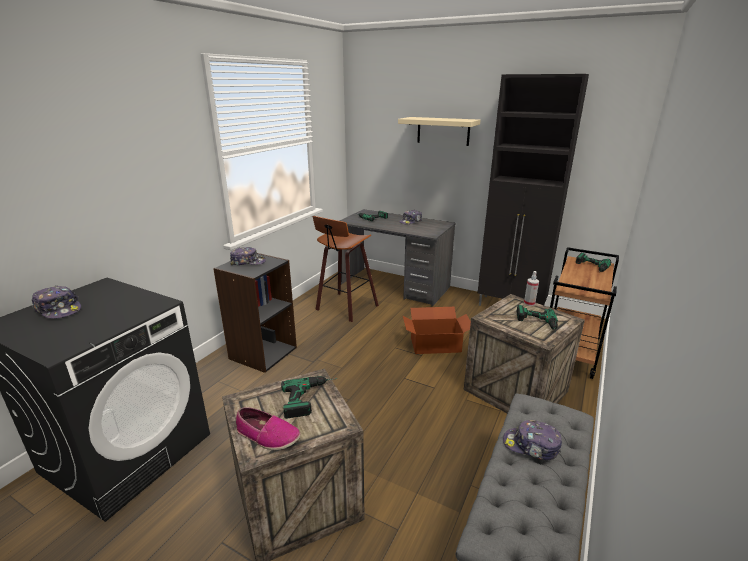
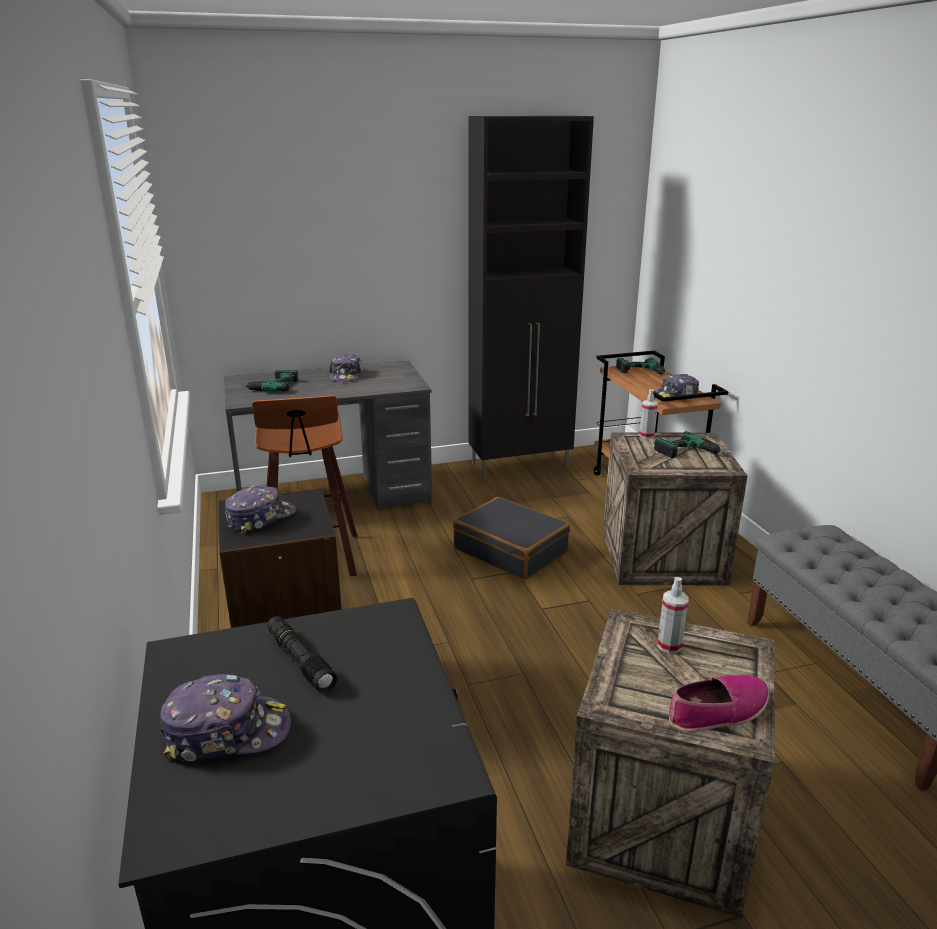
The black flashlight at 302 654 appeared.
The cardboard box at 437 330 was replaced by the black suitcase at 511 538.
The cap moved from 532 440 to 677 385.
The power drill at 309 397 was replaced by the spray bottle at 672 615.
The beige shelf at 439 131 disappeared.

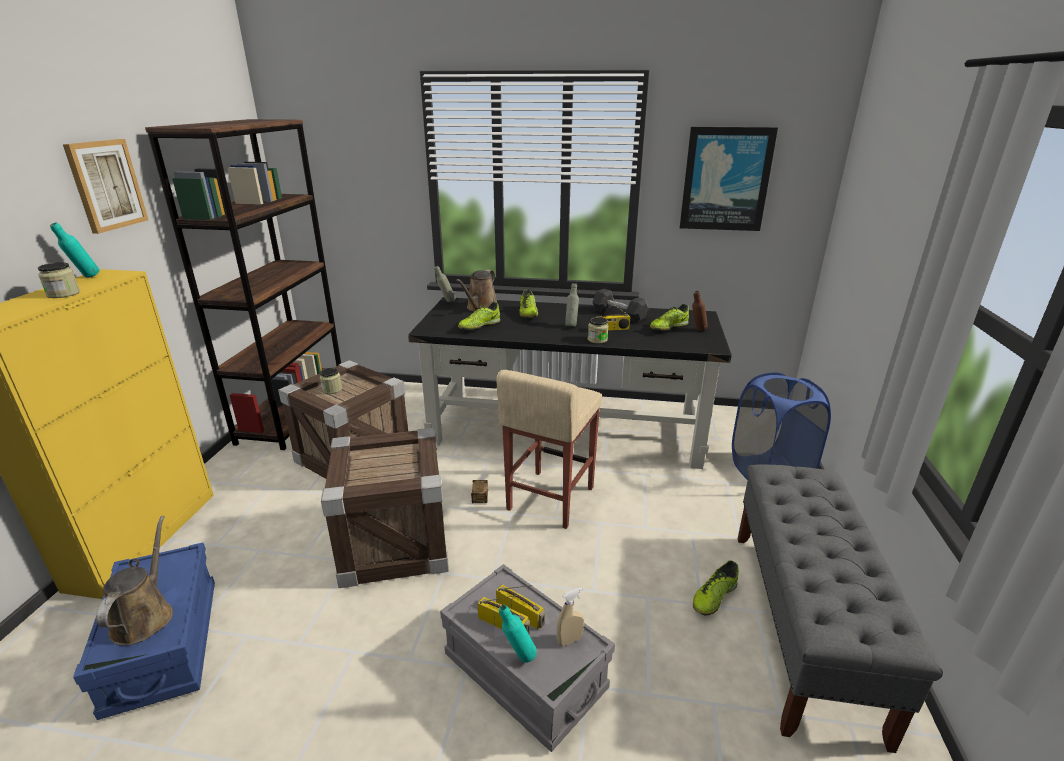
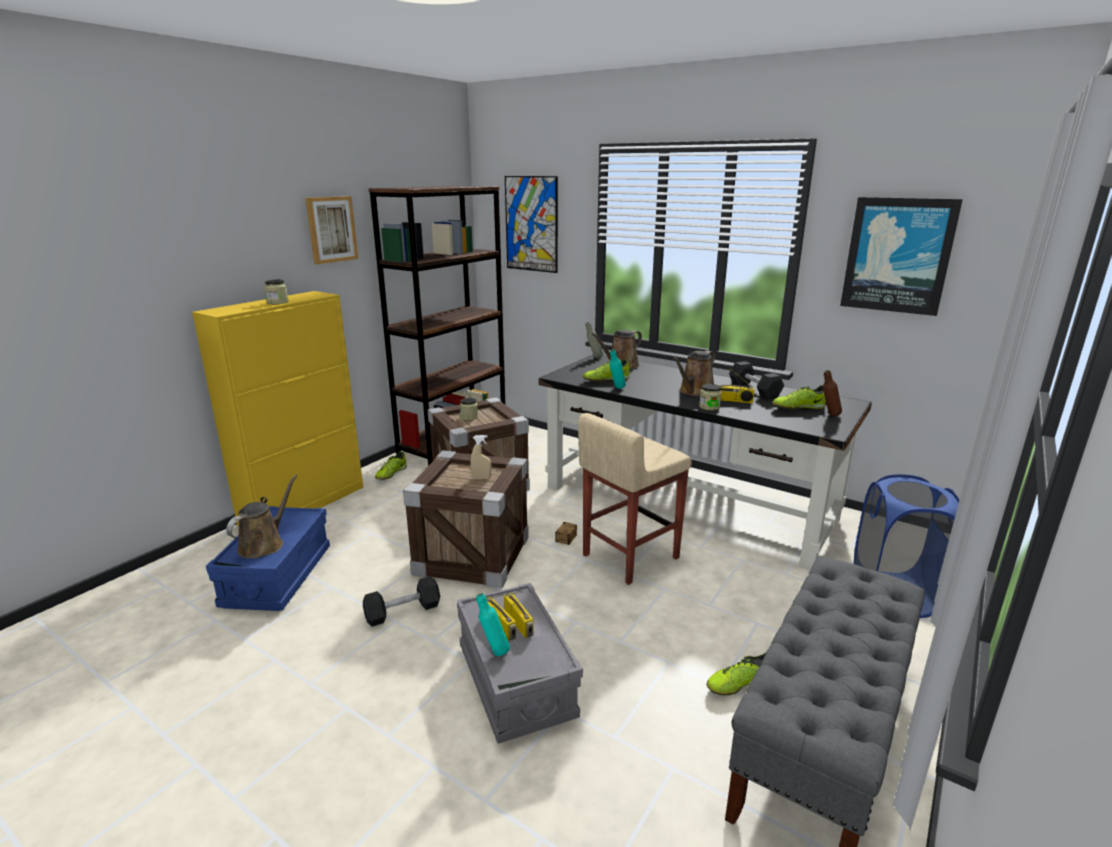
The black dumbbell at 401 601 appeared.
The shoe moved from 528 303 to 391 465.
The beige spray bottle moved from 570 616 to 480 457.
The picture at 531 224 appeared.
The turquoise bottle moved from 74 250 to 618 369.
The grey bottle at 572 305 was replaced by the brown watering can at 693 373.

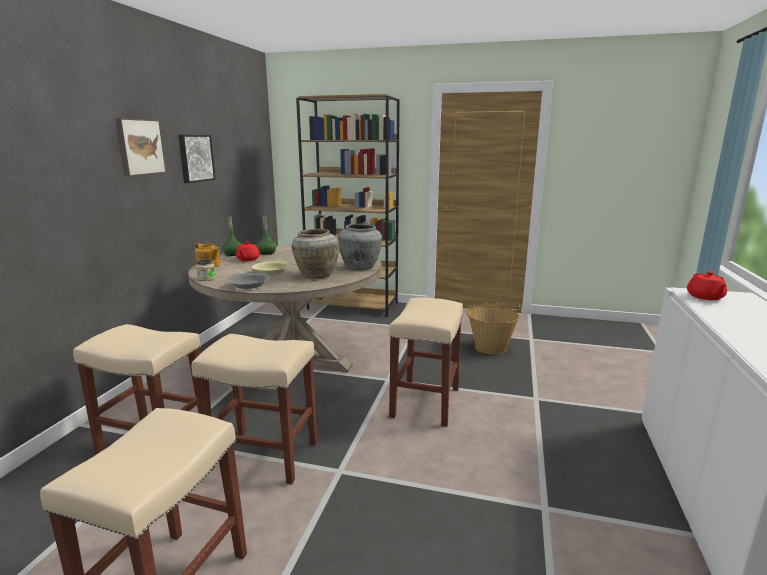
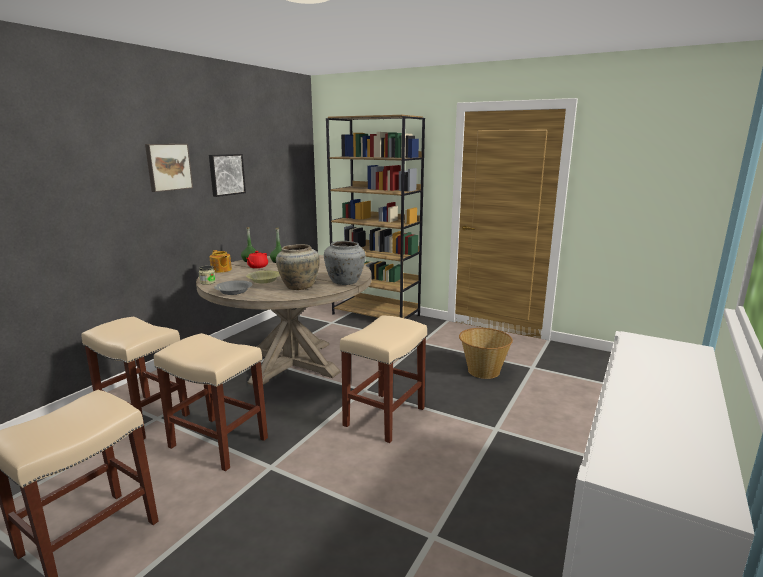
The red teapot at 707 285 disappeared.

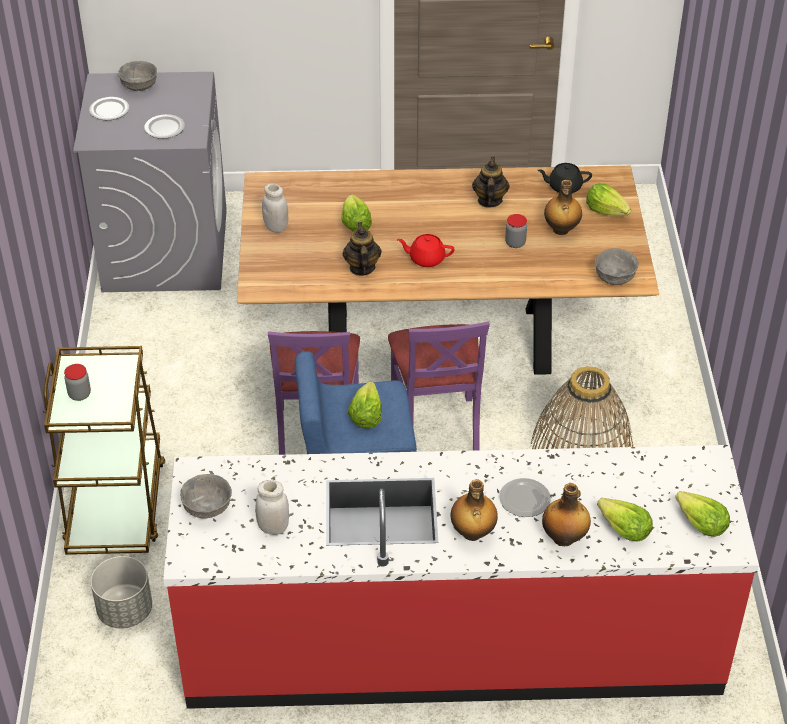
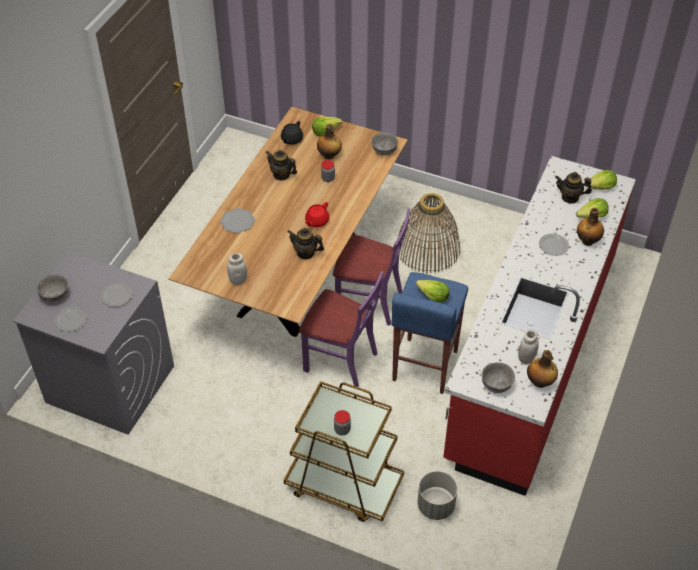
The plate at 237 220 appeared.
The bottle moved from 474 510 to 542 369.
The teapot at 573 188 appeared.
The lettuce at 356 213 disappeared.

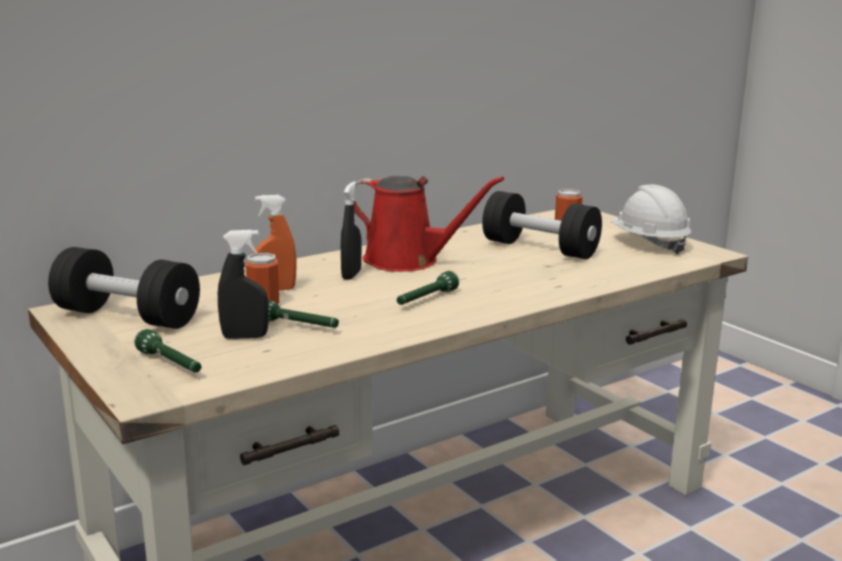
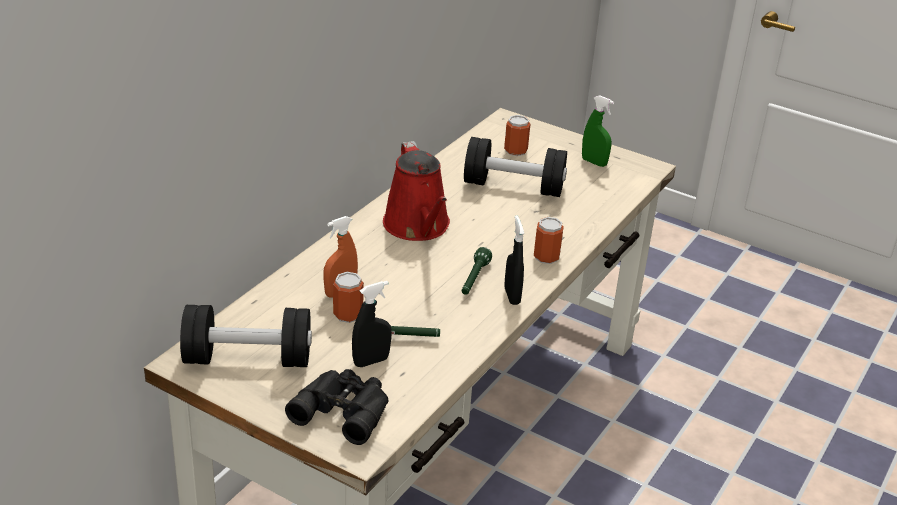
The green flashlight at 167 351 was replaced by the black binoculars at 336 407.
The red watering can at 429 224 turned 75 degrees clockwise.
The black spray bottle moved from 351 230 to 514 260.
The can at 549 240 appeared.
The white hard hat at 650 220 was replaced by the green spray bottle at 598 131.

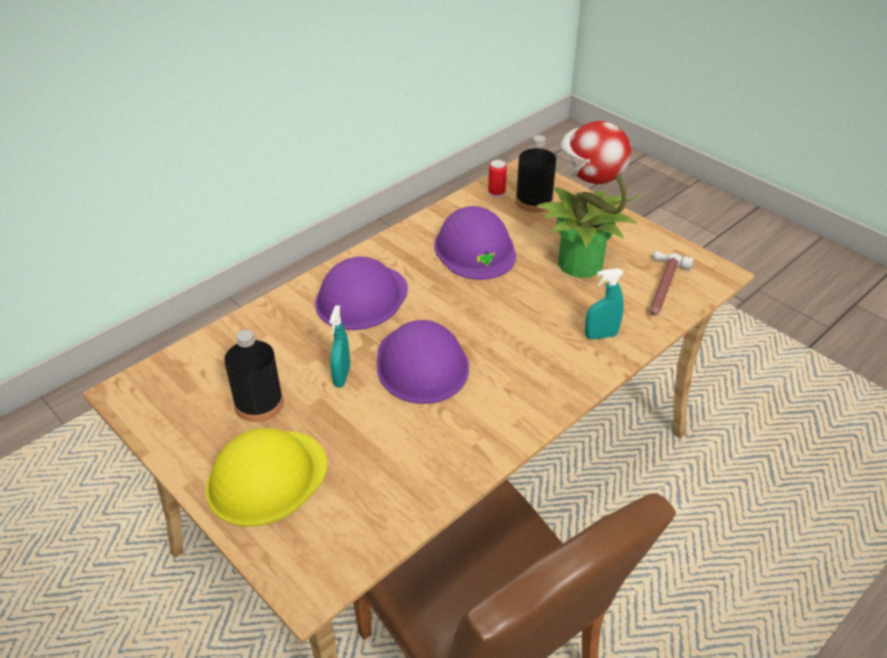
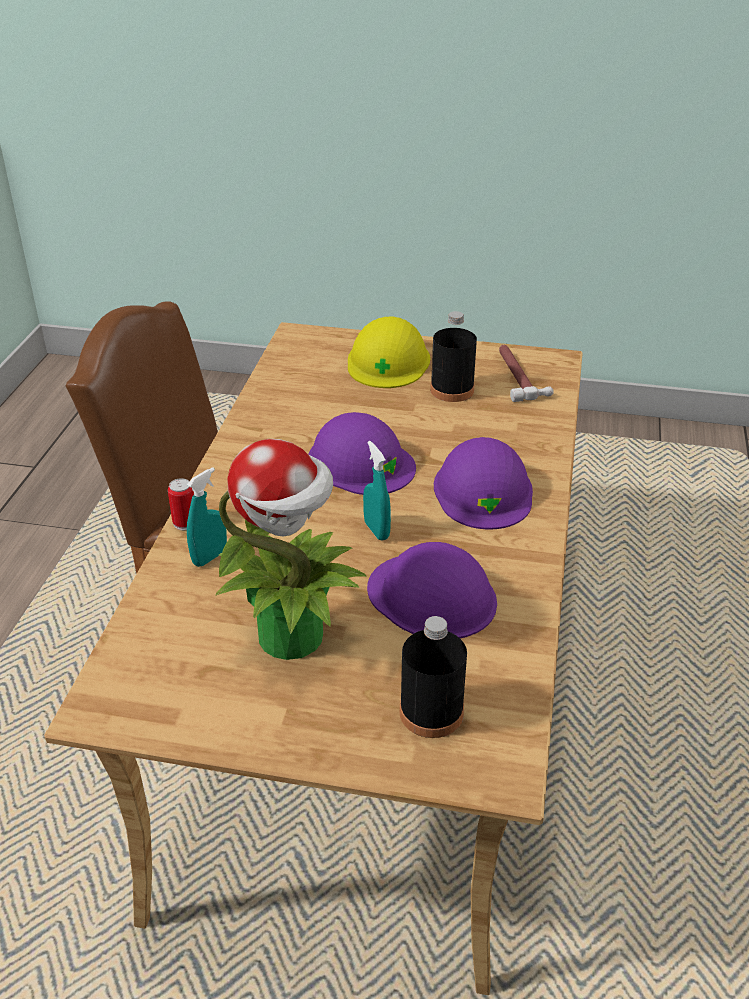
The can moved from 497 179 to 181 504.
The turquoise spray bottle moved from 339 346 to 377 491.
The hammer moved from 672 283 to 526 373.

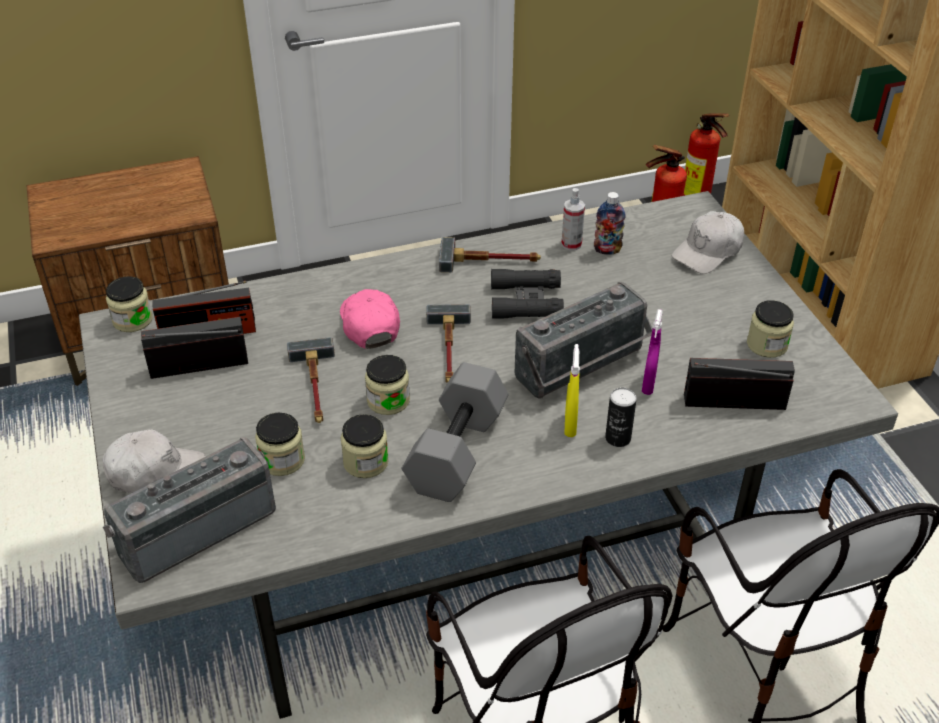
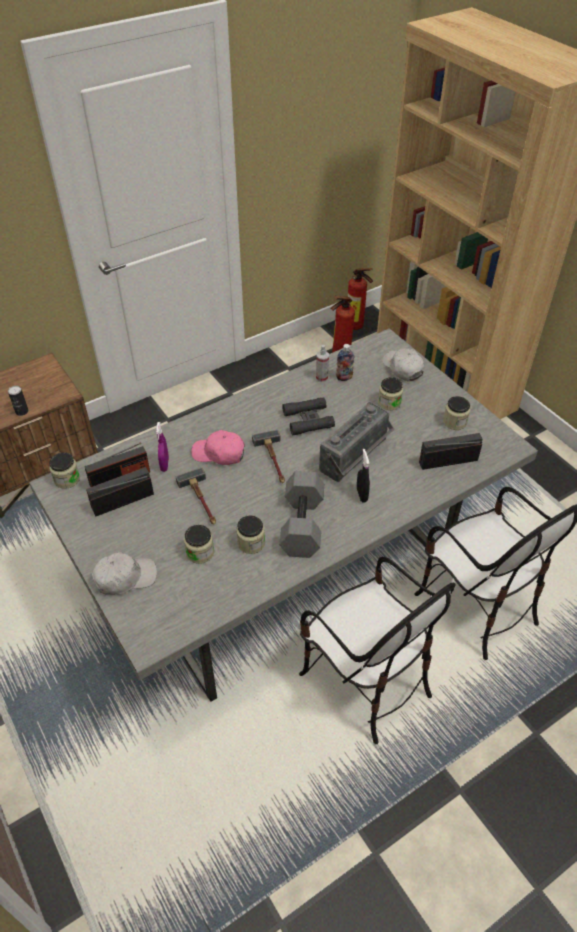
The can moved from 621 417 to 18 401.
The purple spray bottle moved from 652 352 to 162 447.
The pink cap at 370 319 turned 45 degrees counterclockwise.
The yellow spray bottle at 572 390 became the black spray bottle at 363 475.
The jar moved from 387 385 to 390 393.
The white cap at 708 242 turned 120 degrees clockwise.
The radio at 189 510 disappeared.
The hammer at 490 254 disappeared.

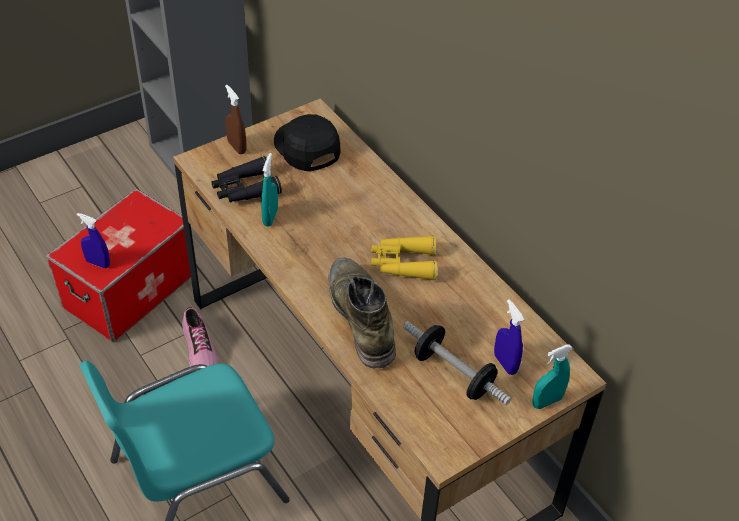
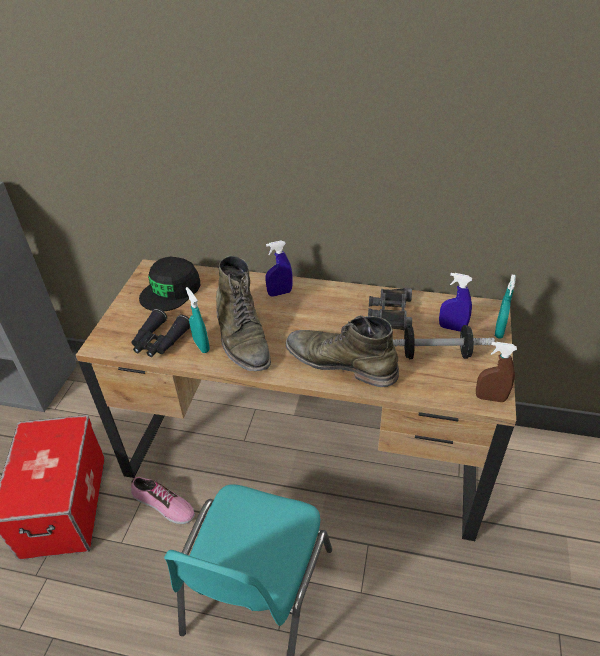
The black cap at 307 142 turned 75 degrees counterclockwise.
The green boot at 243 313 appeared.
The blue spray bottle moved from 93 240 to 279 268.
The black binoculars at 390 309 appeared.
The brown spray bottle moved from 236 119 to 496 372.
The yellow binoculars at 404 258 disappeared.

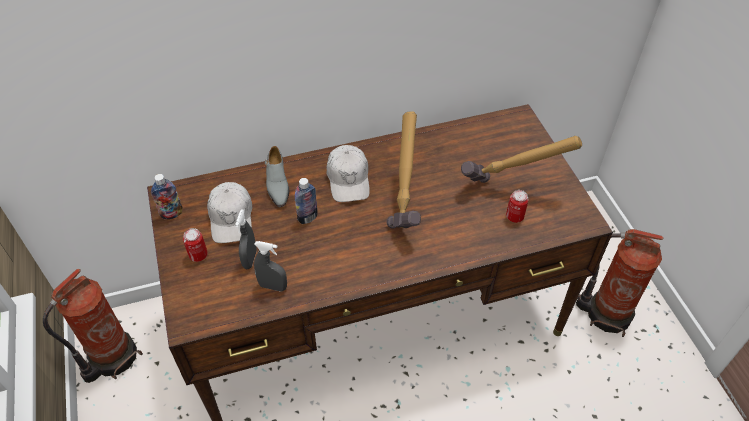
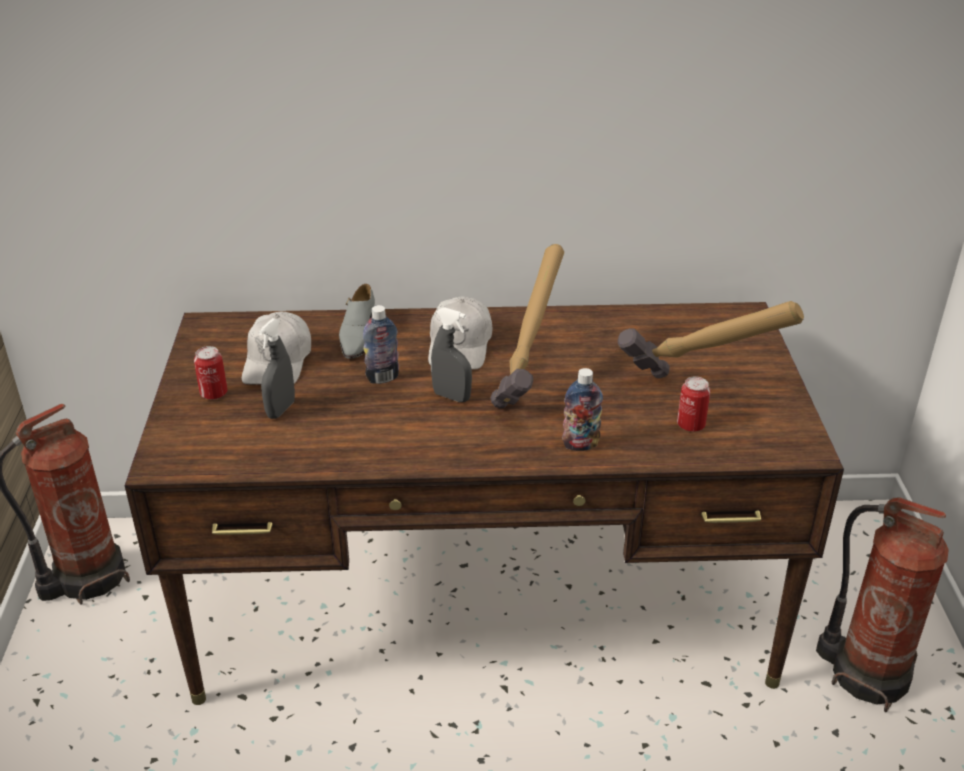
The grey spray bottle moved from 270 266 to 451 354.
The bottle moved from 167 196 to 582 409.

